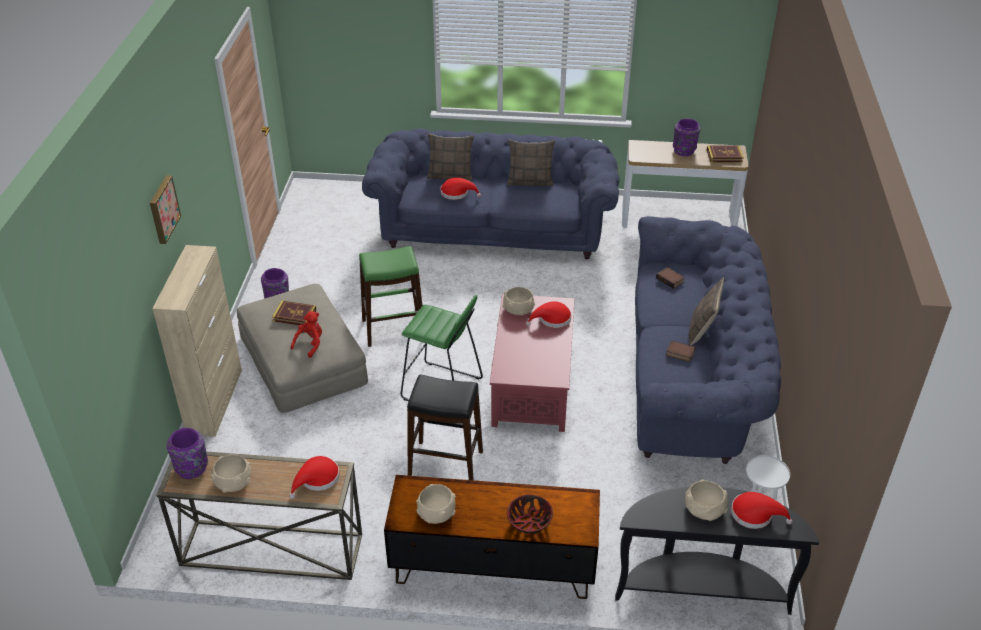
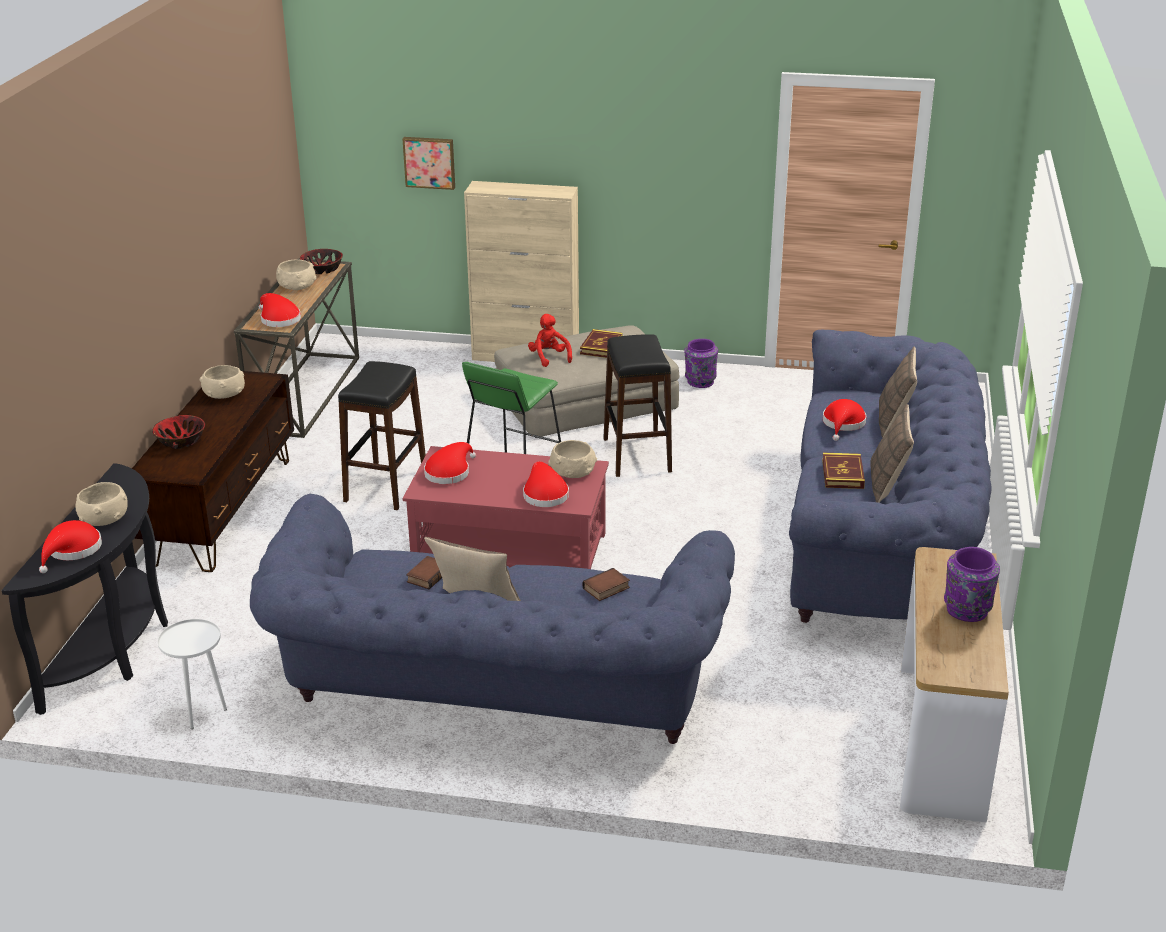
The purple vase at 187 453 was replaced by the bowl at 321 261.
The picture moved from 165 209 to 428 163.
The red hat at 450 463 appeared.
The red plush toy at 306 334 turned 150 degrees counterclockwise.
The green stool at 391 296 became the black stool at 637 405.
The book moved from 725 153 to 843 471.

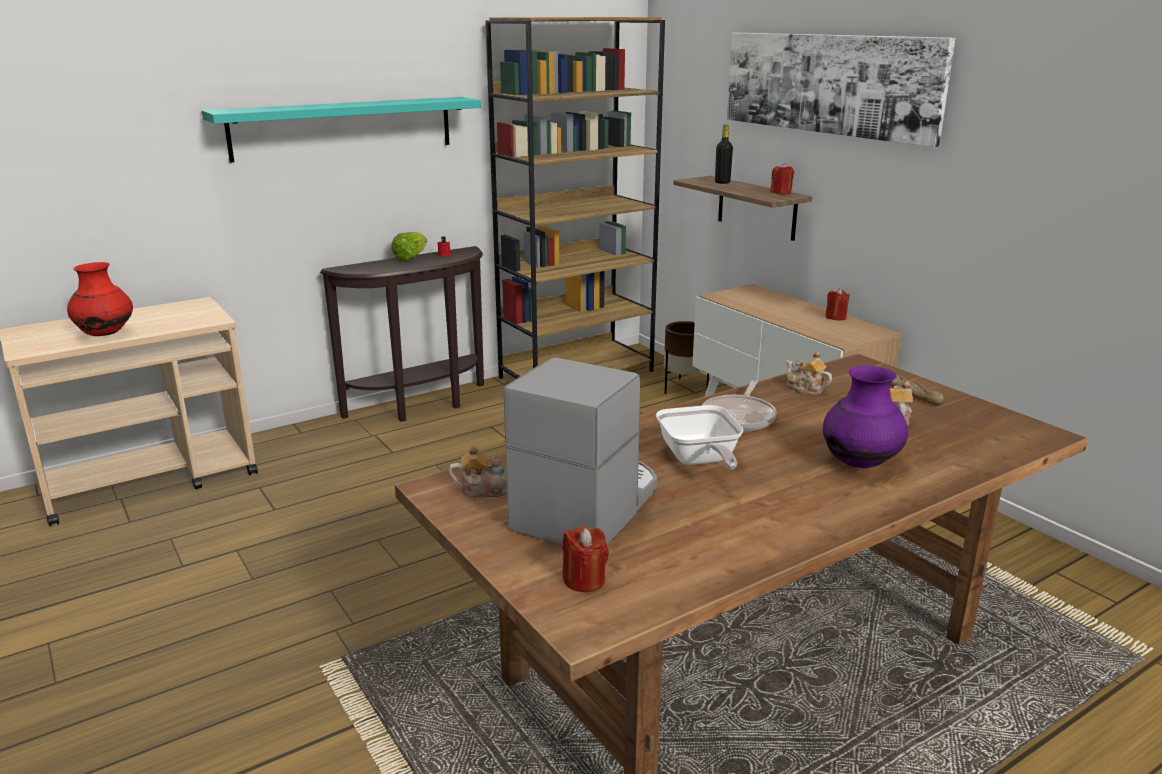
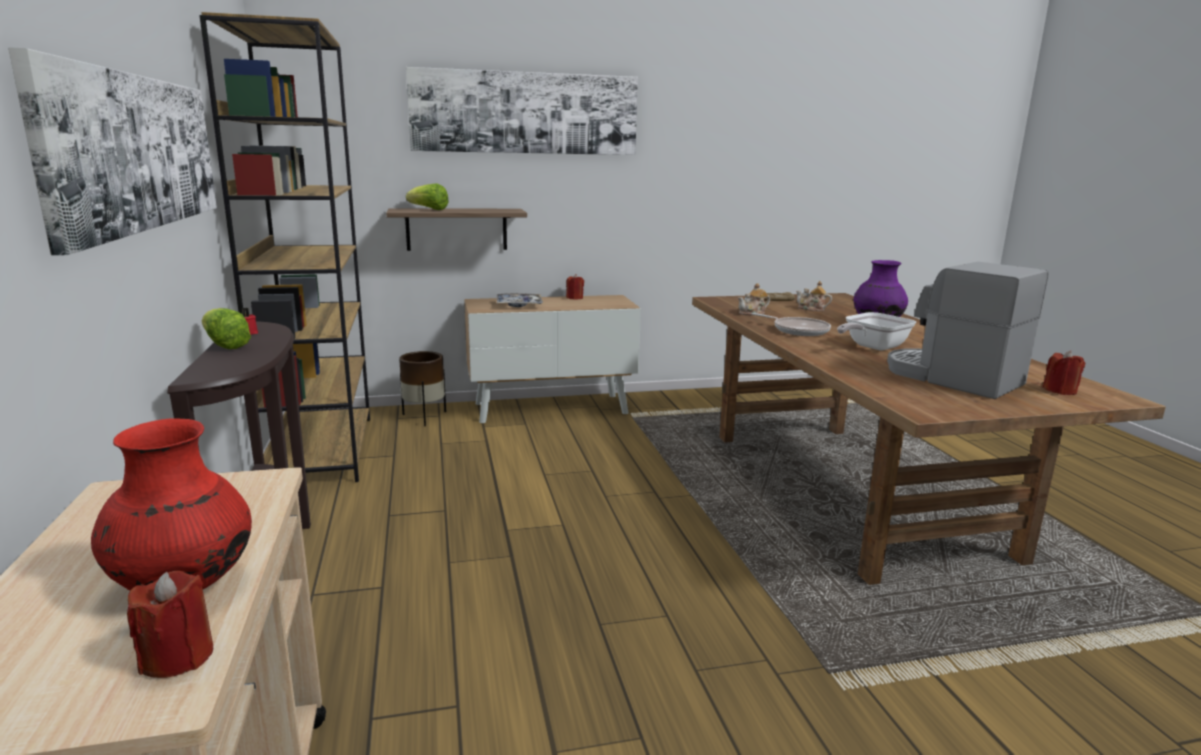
The turquoise shelf at 341 130 was replaced by the picture at 112 151.
The red candle moved from 782 178 to 170 624.
The black bottle at 724 154 was replaced by the lettuce at 427 197.
The tray at 520 300 appeared.
The frying pan at 700 437 turned 135 degrees clockwise.
The teapot at 478 471 disappeared.

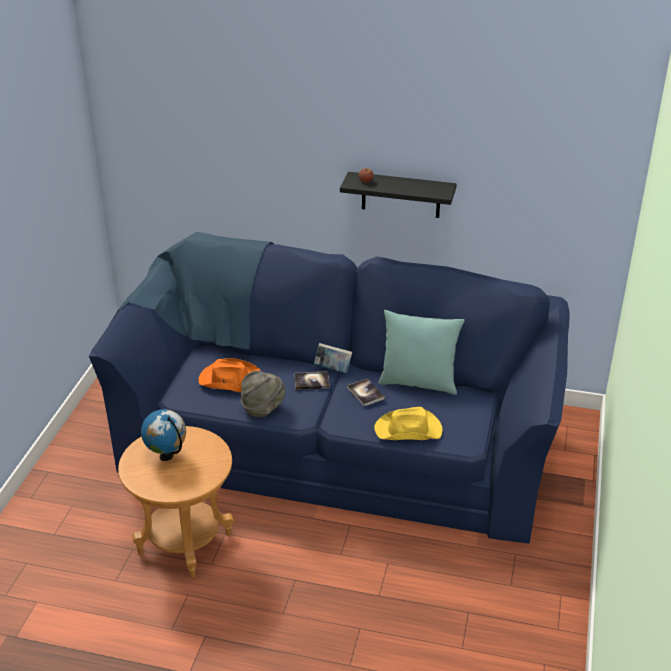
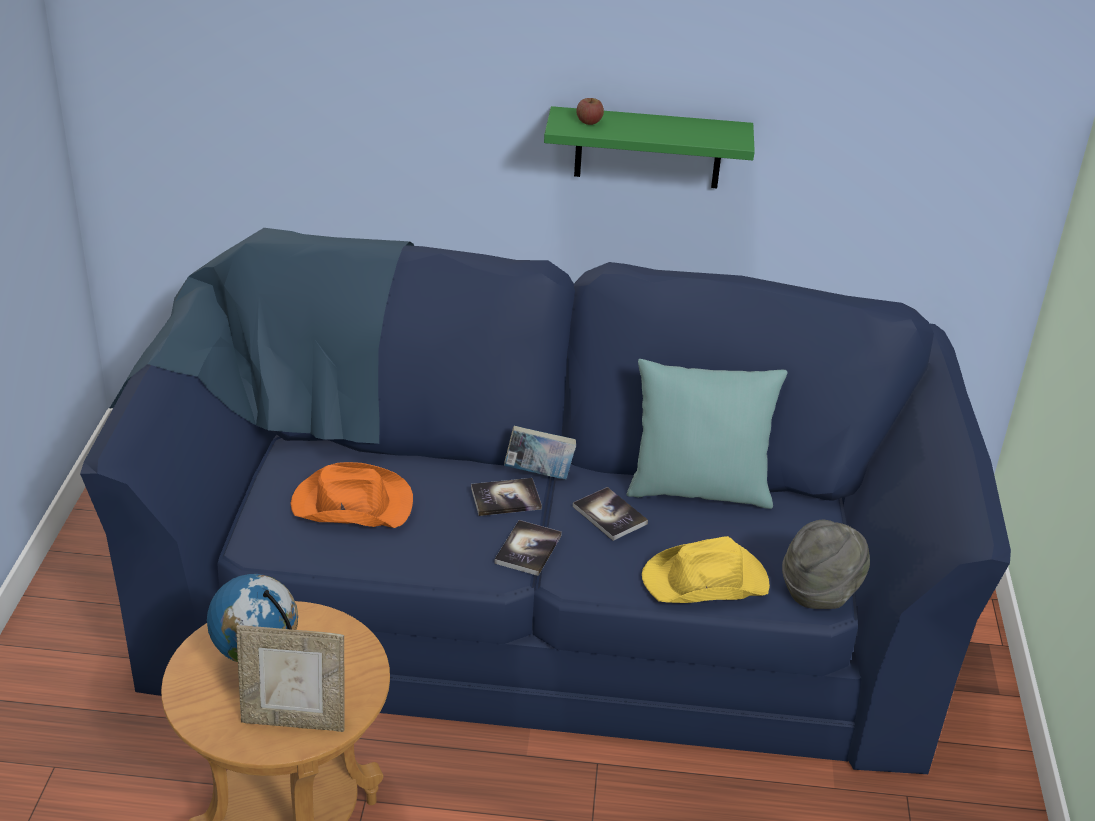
The picture frame at 290 678 appeared.
The book at 528 548 appeared.
The black shelf at 398 195 became the green shelf at 649 147.
The grey hat moved from 263 394 to 826 564.

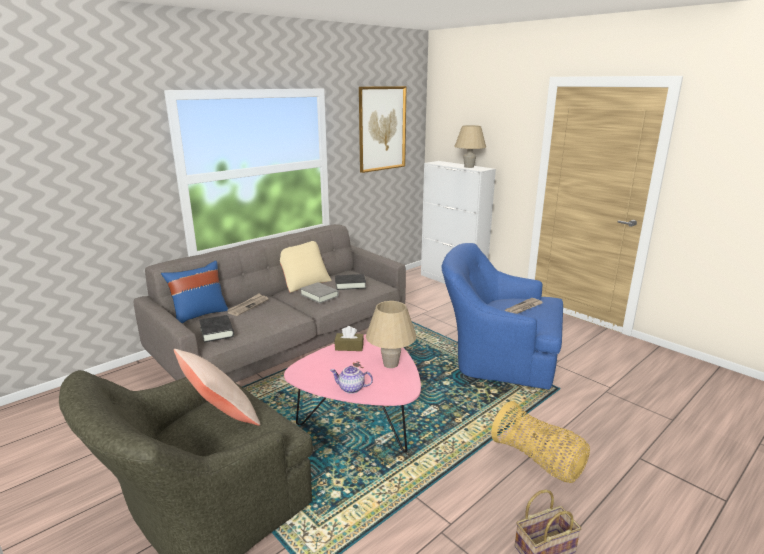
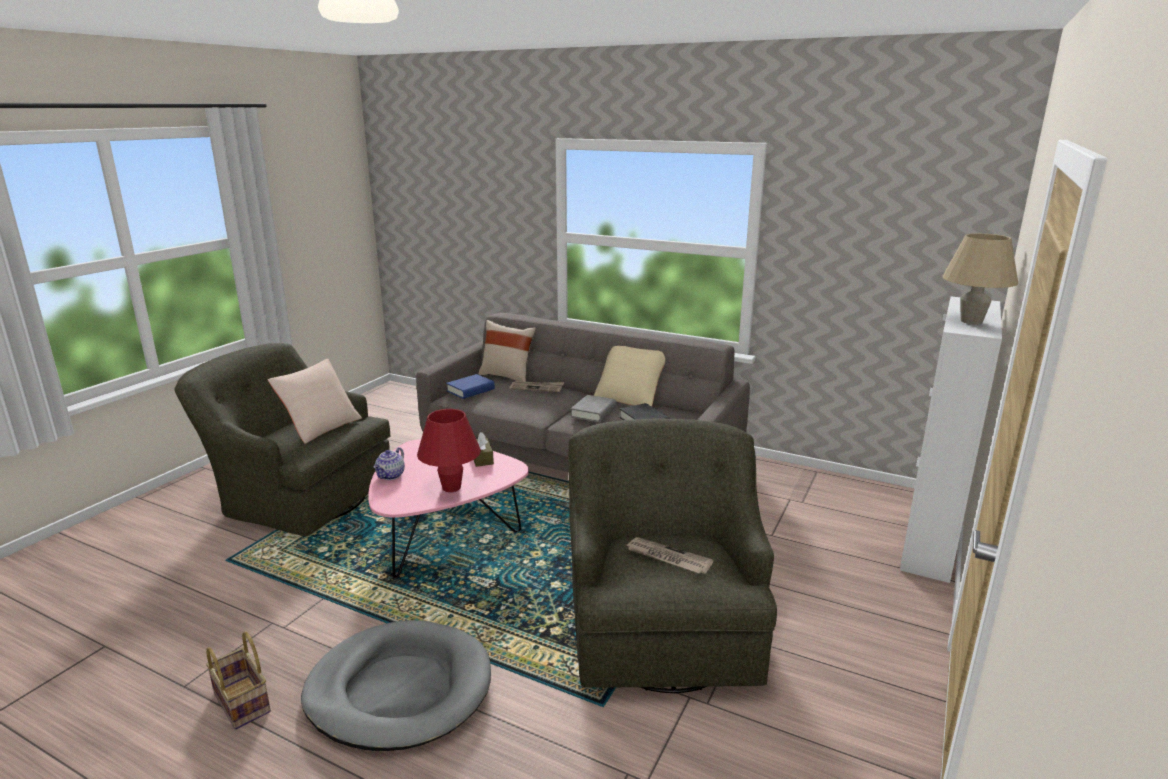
The basket at 540 442 was replaced by the grey dog bed at 396 685.
The teapot at 351 380 turned 150 degrees counterclockwise.
The beige table lamp at 391 334 became the red table lamp at 449 450.
The black book at 216 329 became the blue book at 470 386.
The blue pillow at 194 292 became the beige pillow at 507 351.
The blue armchair at 502 316 became the green armchair at 672 555.
The picture at 382 129 disappeared.

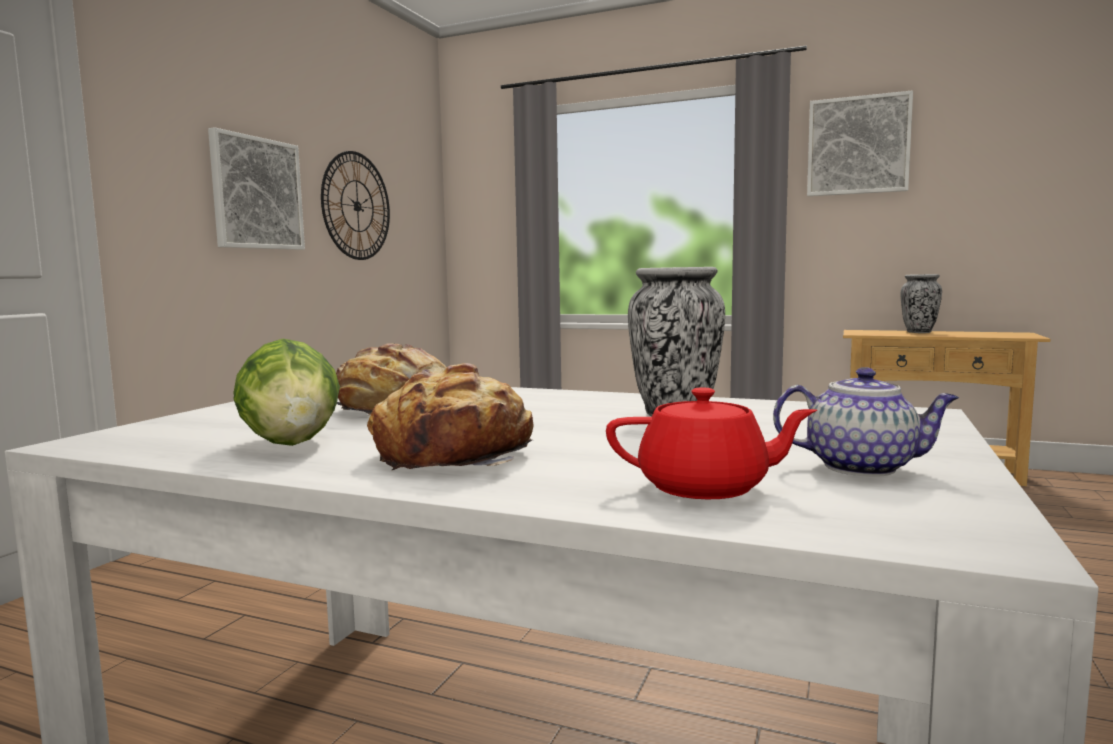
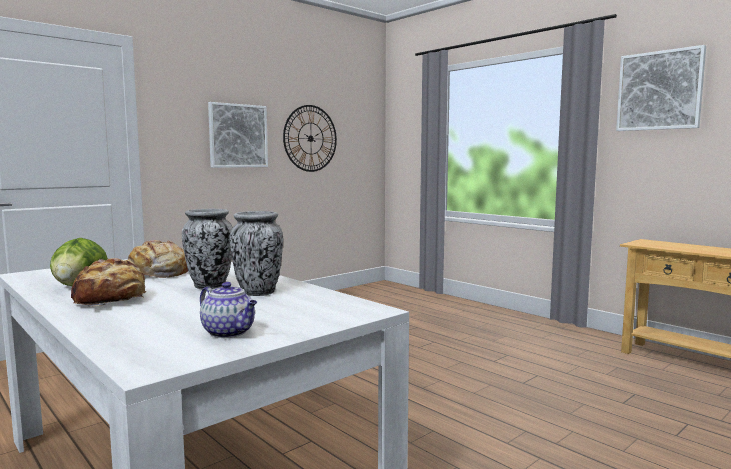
The vase moved from 921 303 to 207 249.
The red teapot at 711 443 disappeared.

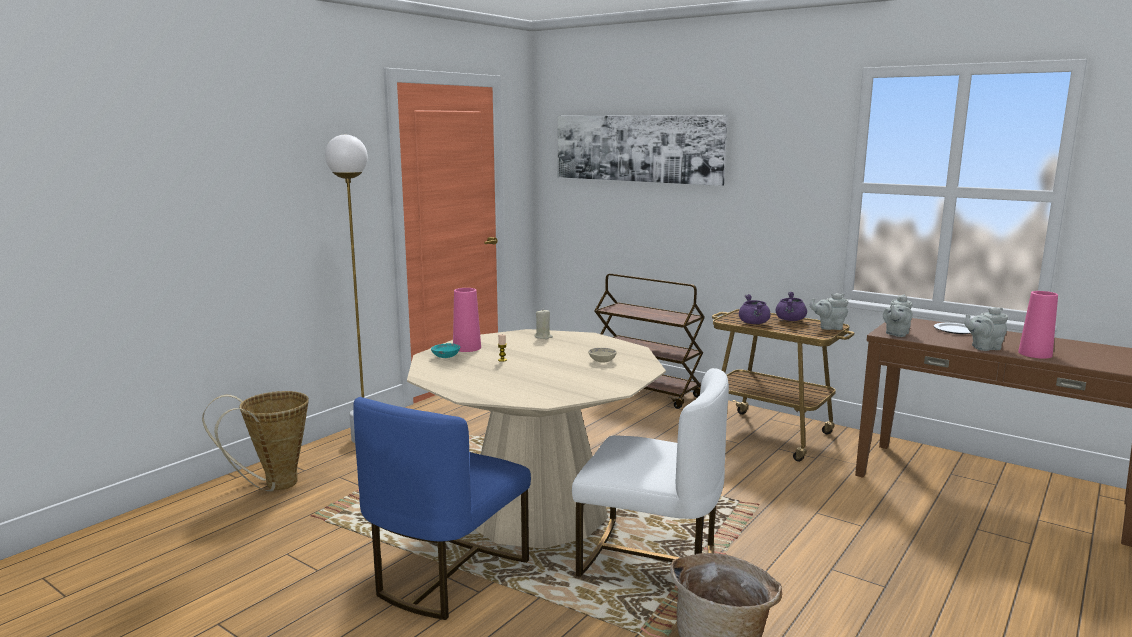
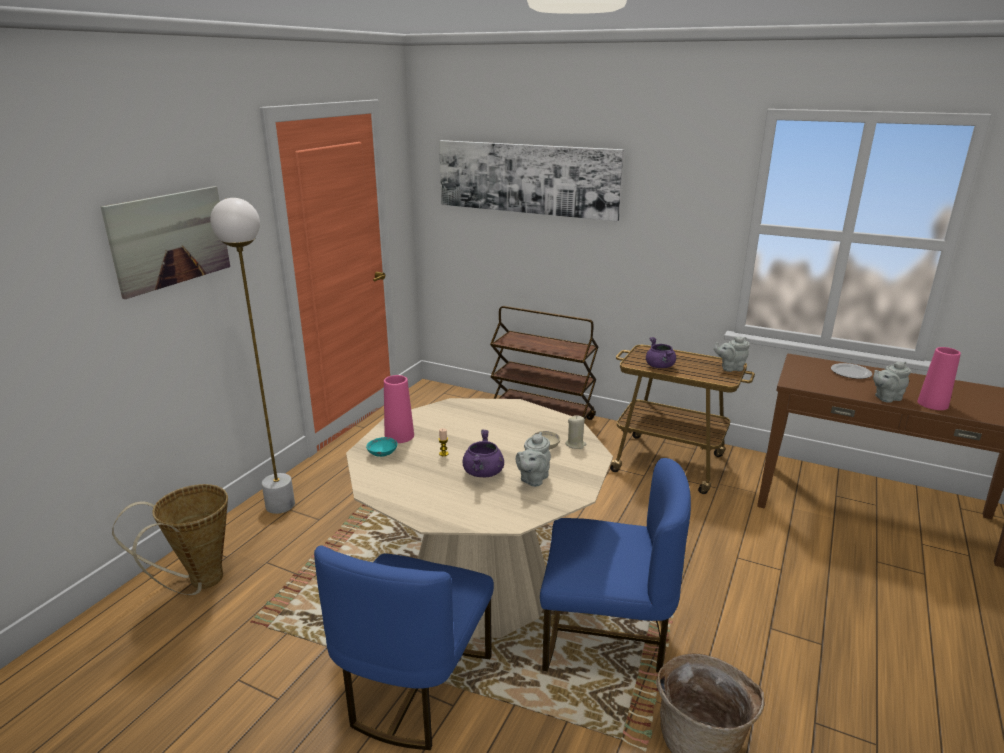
The picture at 165 242 appeared.
The purple cooking pot moved from 791 306 to 483 453.
The grey teapot moved from 898 315 to 533 459.
The white chair at 650 472 became the blue chair at 615 565.
The beige candle moved from 543 324 to 576 432.

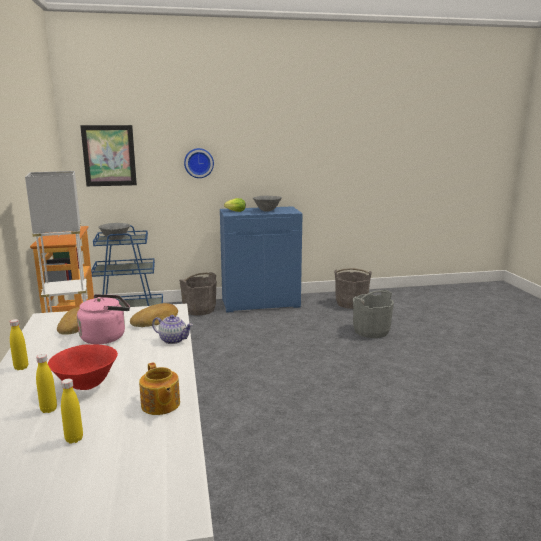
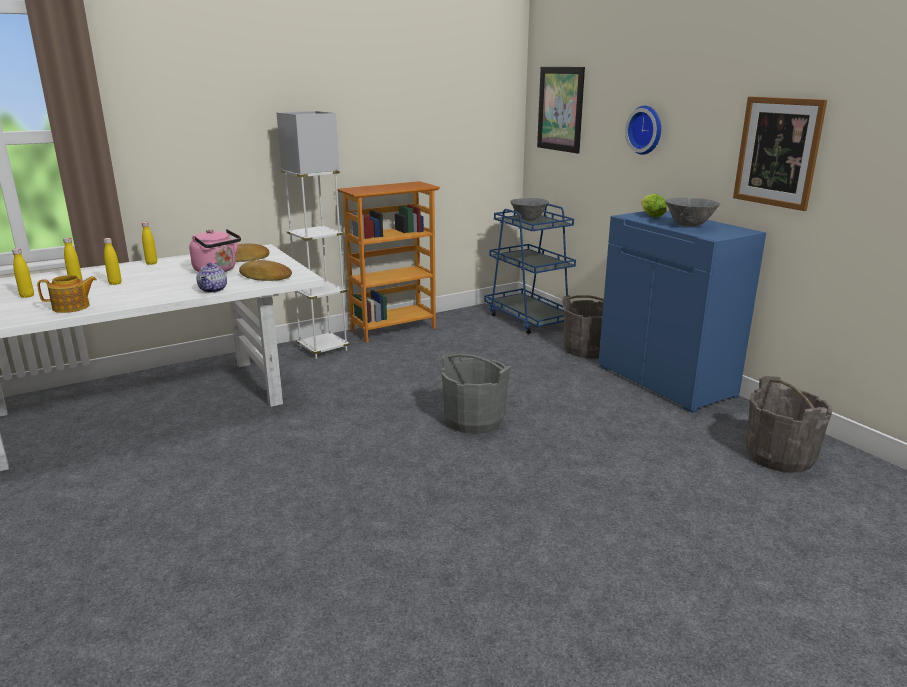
The teapot at 159 388 turned 150 degrees counterclockwise.
The red bowl at 83 367 was replaced by the yellow bottle at 112 261.
The grey bucket moved from 373 314 to 476 393.
The picture at 780 153 appeared.

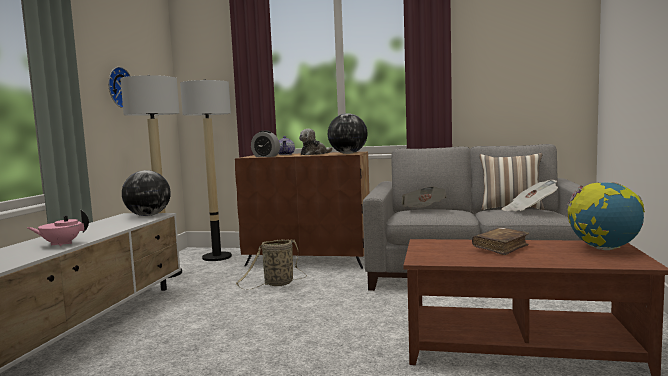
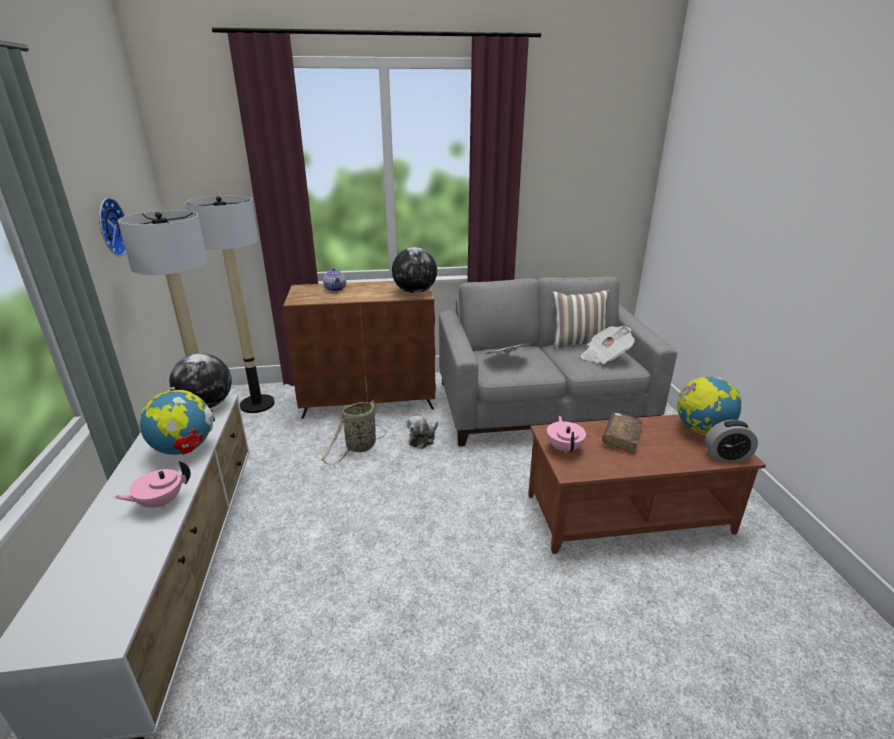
The globe at 177 421 appeared.
The plush toy moved from 316 142 to 422 432.
The pink teapot at 566 435 appeared.
The alarm clock moved from 265 144 to 731 441.

